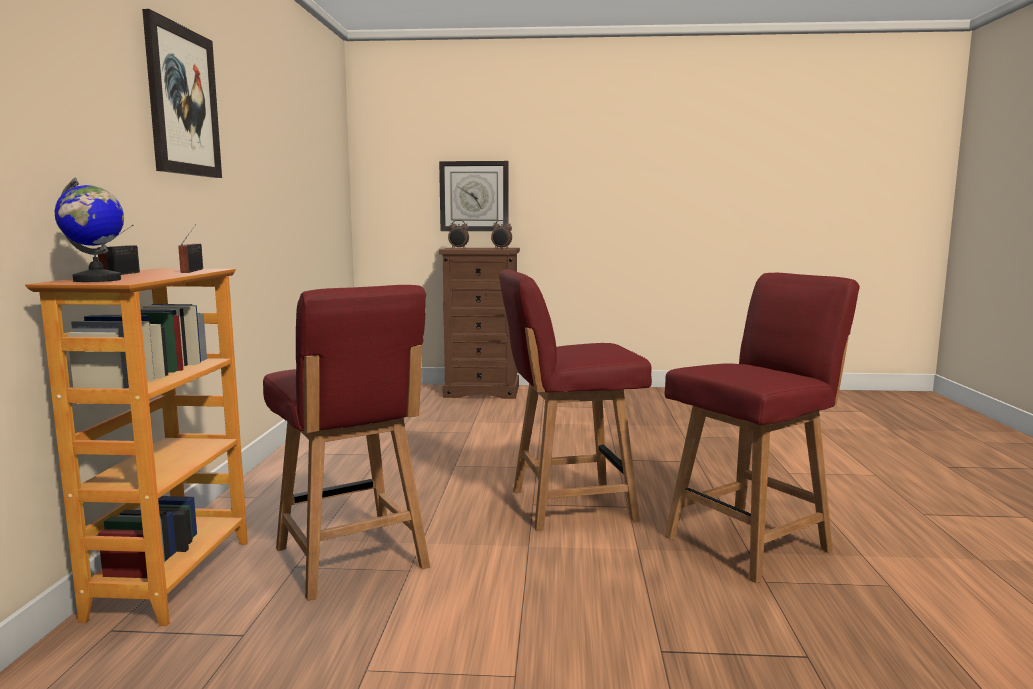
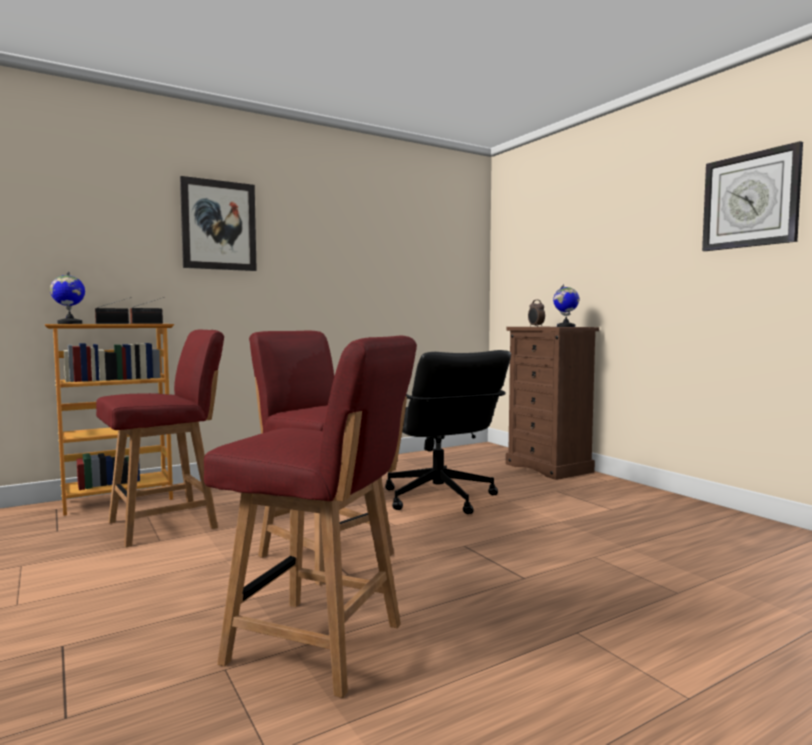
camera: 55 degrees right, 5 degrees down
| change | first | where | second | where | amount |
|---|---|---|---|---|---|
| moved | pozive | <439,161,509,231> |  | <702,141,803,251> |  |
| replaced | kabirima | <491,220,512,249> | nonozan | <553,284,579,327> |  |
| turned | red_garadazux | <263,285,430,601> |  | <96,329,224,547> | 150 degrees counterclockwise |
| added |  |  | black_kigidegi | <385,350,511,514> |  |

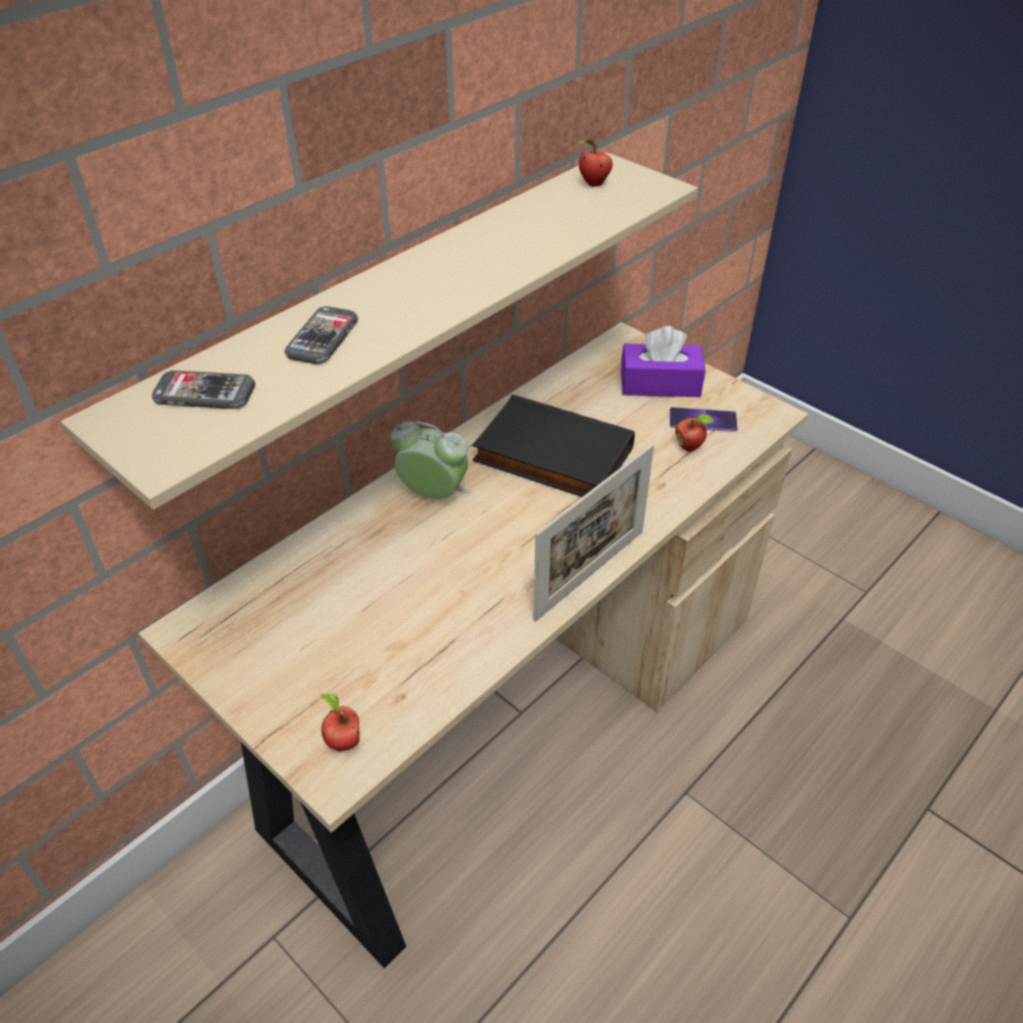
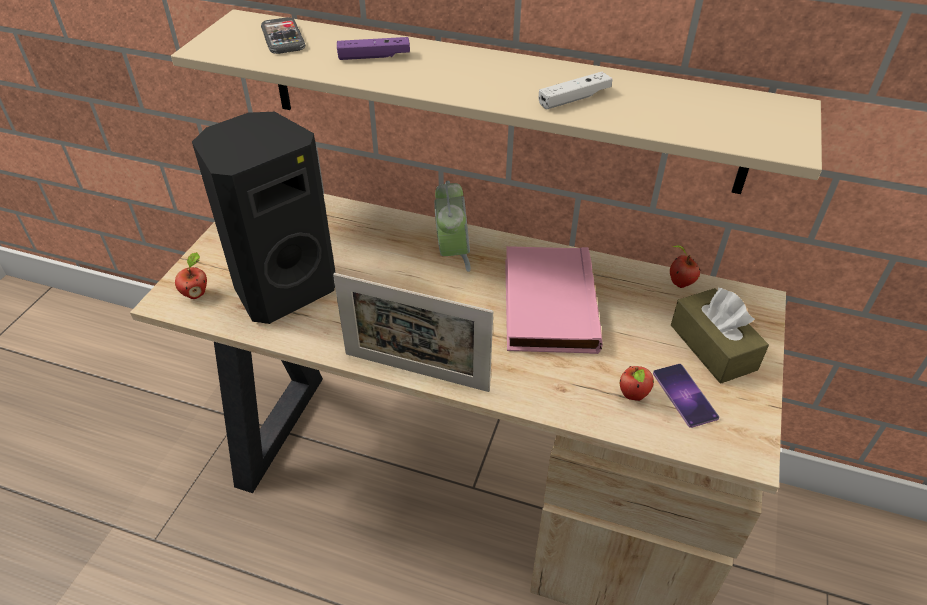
camera: 65 degrees right, 0 degrees up
| change | first | where | second | where | amount |
|---|---|---|---|---|---|
| moved | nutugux | <578,140,613,187> |  | <670,246,700,288> |  |
| replaced | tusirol | <284,306,358,364> | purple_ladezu | <337,37,410,60> |  |
| recoloured | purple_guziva | <621,326,706,397> | brown_guziva | <671,287,769,384> |  |
| recoloured | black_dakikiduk | <472,395,635,497> | pink_dakikiduk | <505,246,603,354> |  |
| added |  |  | white_ladezu | <539,72,612,109> |  |
| added |  |  | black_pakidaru | <192,112,336,324> |  |

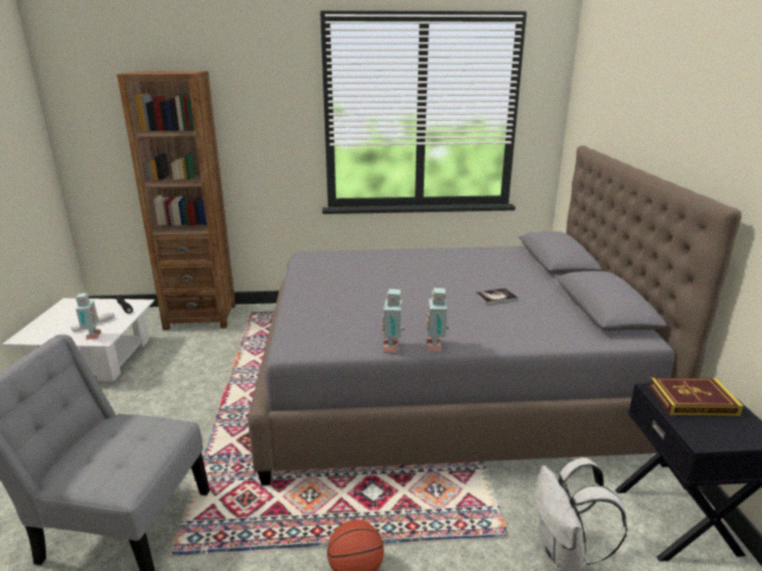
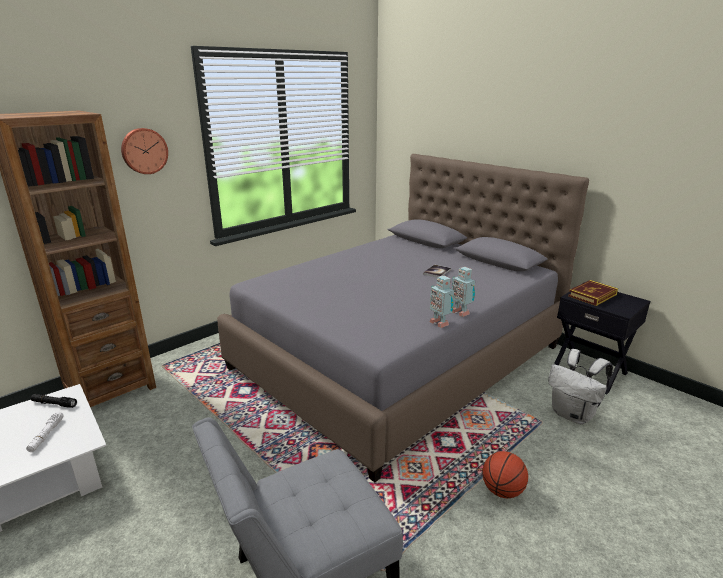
camera: 40 degrees left, 0 degrees up
| change | first | where | second | where | amount |
|---|---|---|---|---|---|
| removed | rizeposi | <76,293,101,340> |  |  |  |
| added |  |  | pozive | <121,128,168,174> |  |

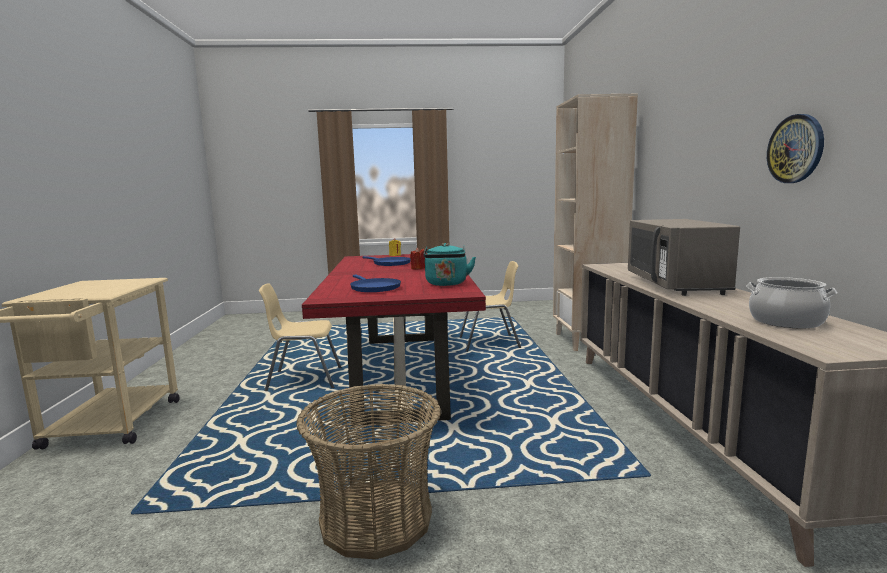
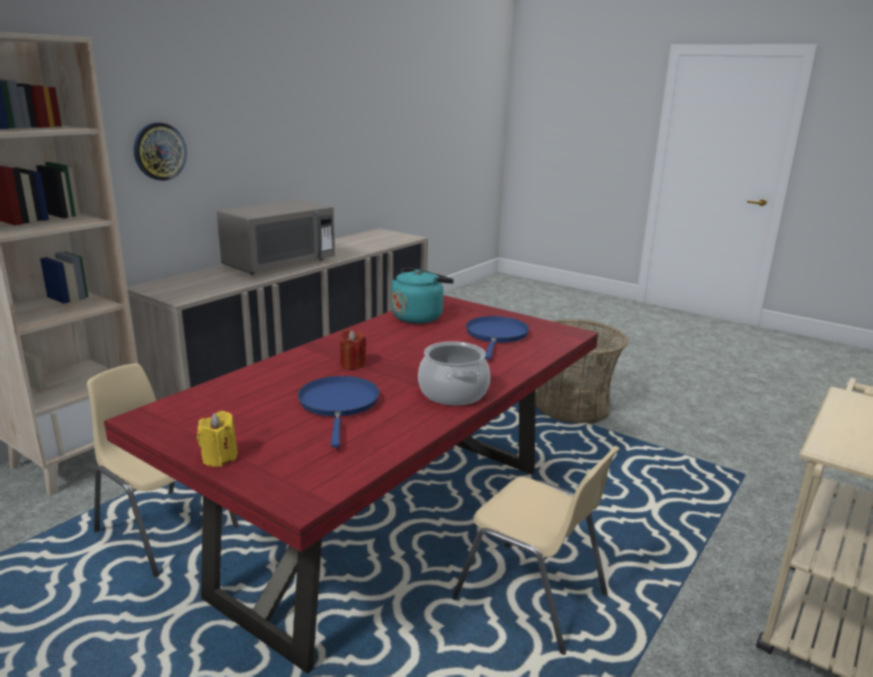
camera: 140 degrees left, 10 degrees up
| change | first | where | second | where | amount |
|---|---|---|---|---|---|
| moved | pozive | <767,114,824,183> |  | <134,122,187,181> |  |
| moved | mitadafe | <746,277,837,328> |  | <418,341,490,405> |  |

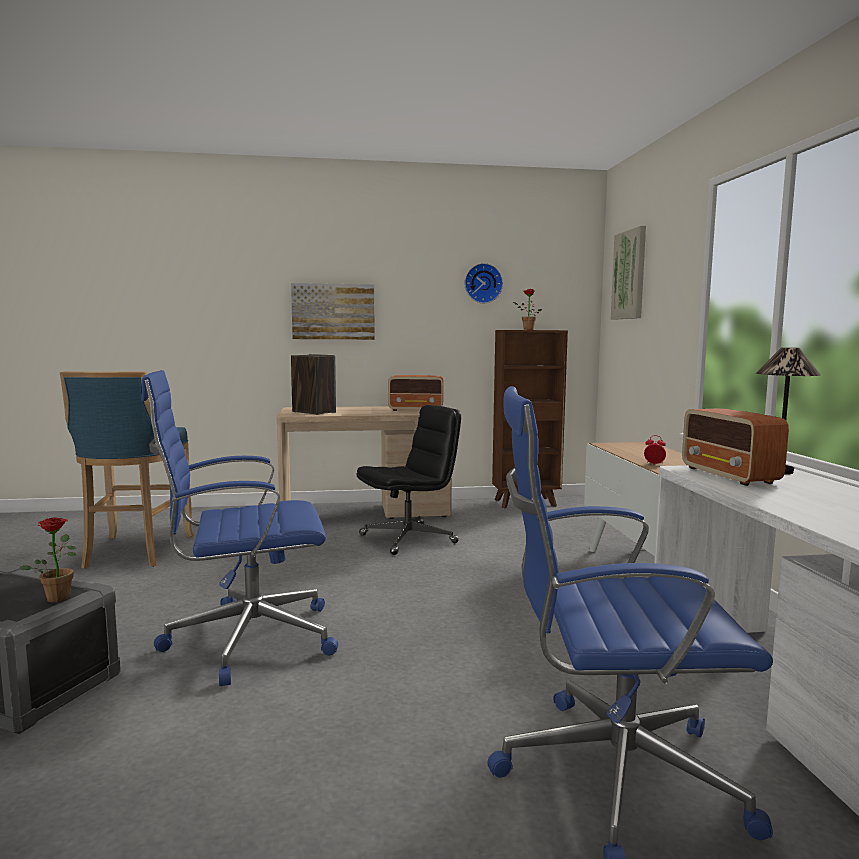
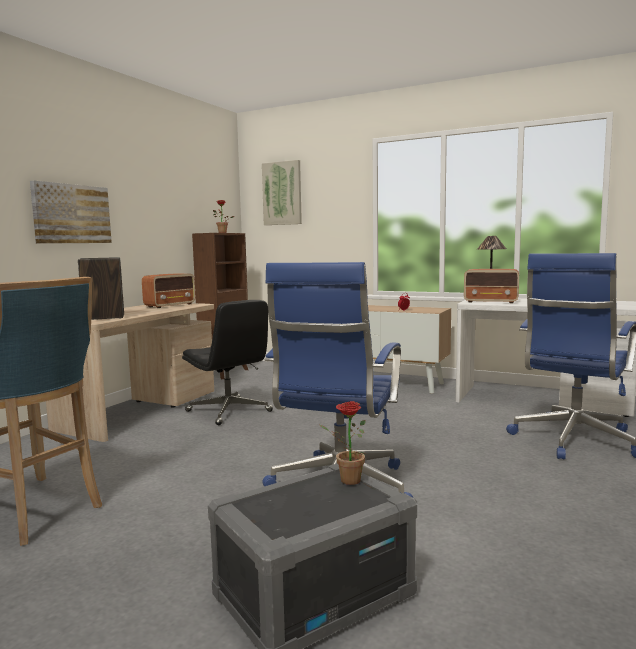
camera: 55 degrees left, 0 degrees up
| change | first | where | second | where | amount |
|---|---|---|---|---|---|
| removed | pozive | <464,263,503,303> |  |  |  |
| turned | black_kigidegi | <357,405,461,555> |  | <182,300,273,425> | 135 degrees clockwise |

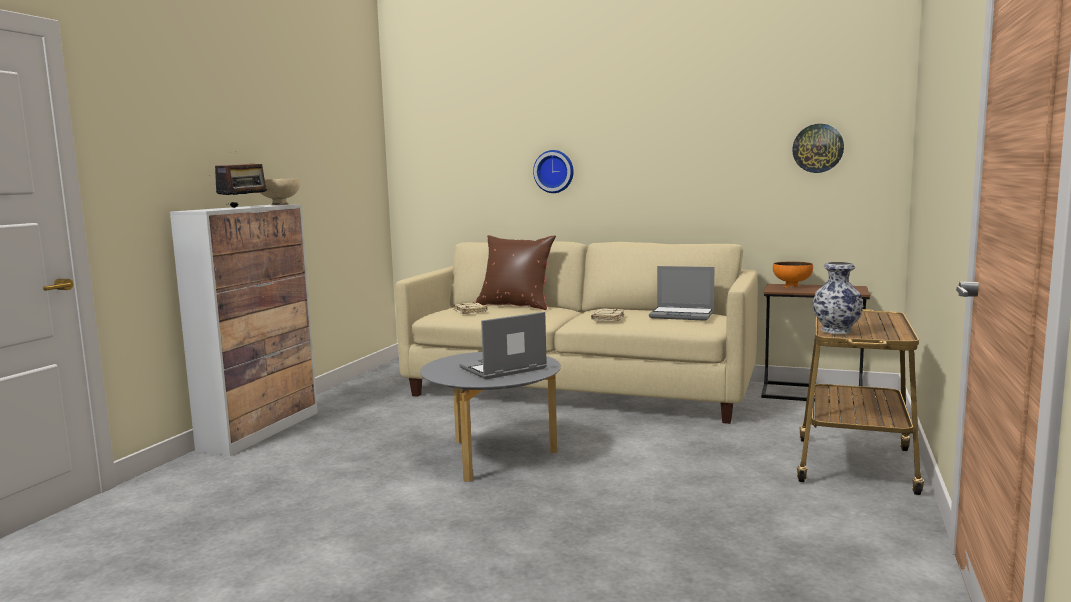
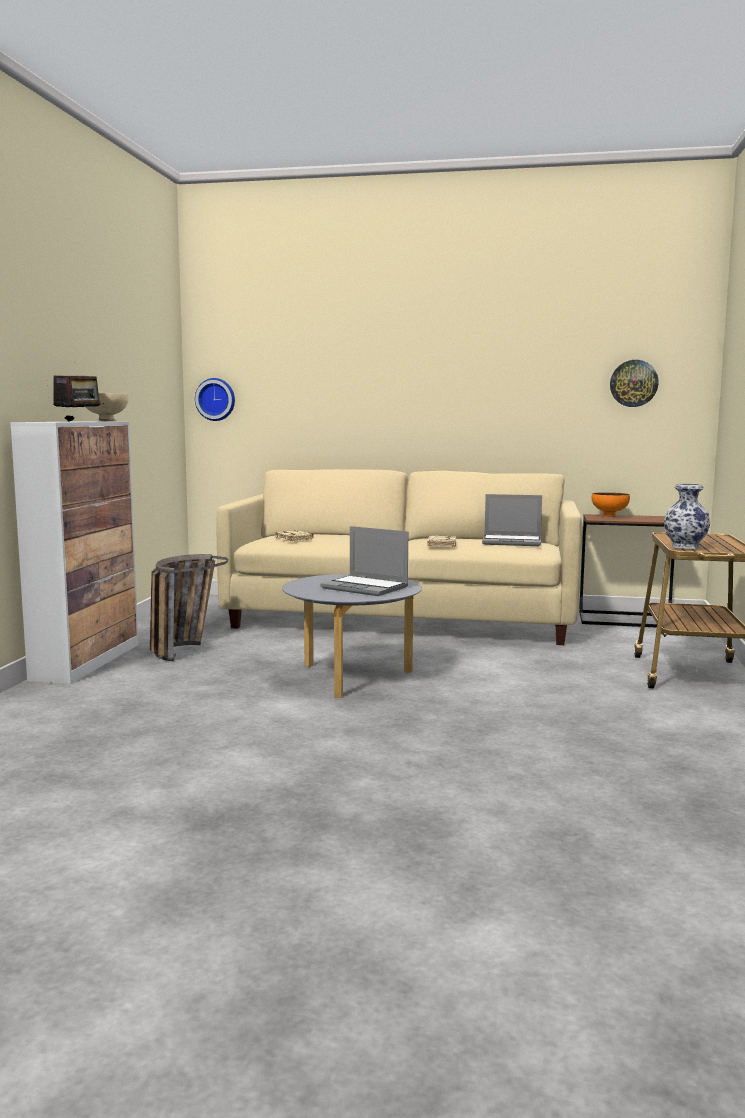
camera: 10 degrees left, 0 degrees up
| change | first | where | second | where | amount |
|---|---|---|---|---|---|
| moved | pozive | <533,150,574,193> |  | <195,378,235,421> |  |
| removed | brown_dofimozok | <475,235,556,310> |  |  |  |
| turned | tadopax | <460,312,547,379> |  | <320,526,408,596> | 105 degrees counterclockwise |
| added |  |  | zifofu | <150,554,228,661> |  |

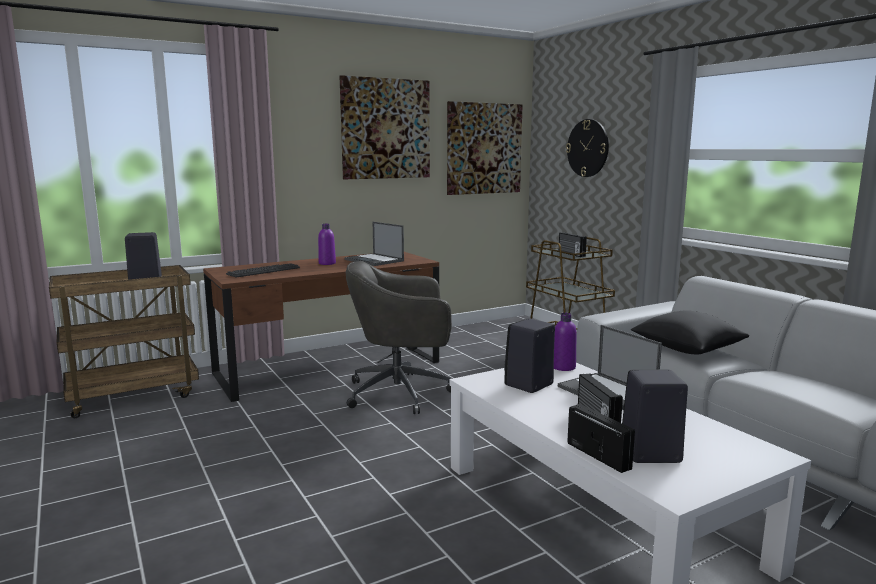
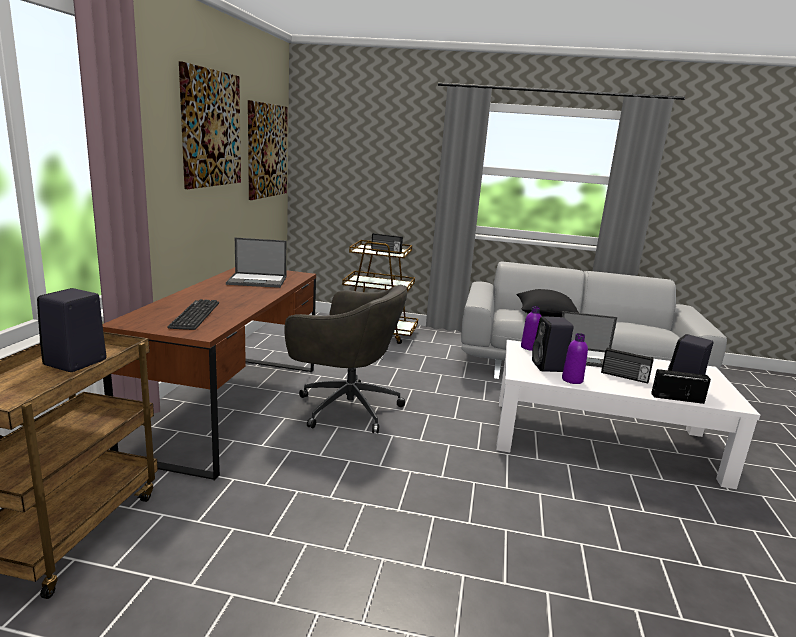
camera: 50 degrees left, 5 degrees up
| change | first | where | second | where | amount |
|---|---|---|---|---|---|
| removed | pozive | <566,119,609,177> |  |  |  |
| moved | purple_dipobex | <318,224,336,265> |  | <562,333,588,384> |  |
| turned | grey_kigidegi | <346,261,452,414> |  | <284,285,407,433> | 105 degrees counterclockwise |

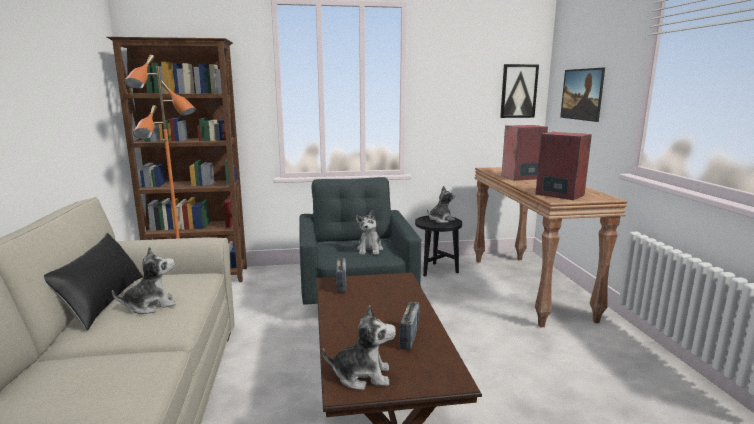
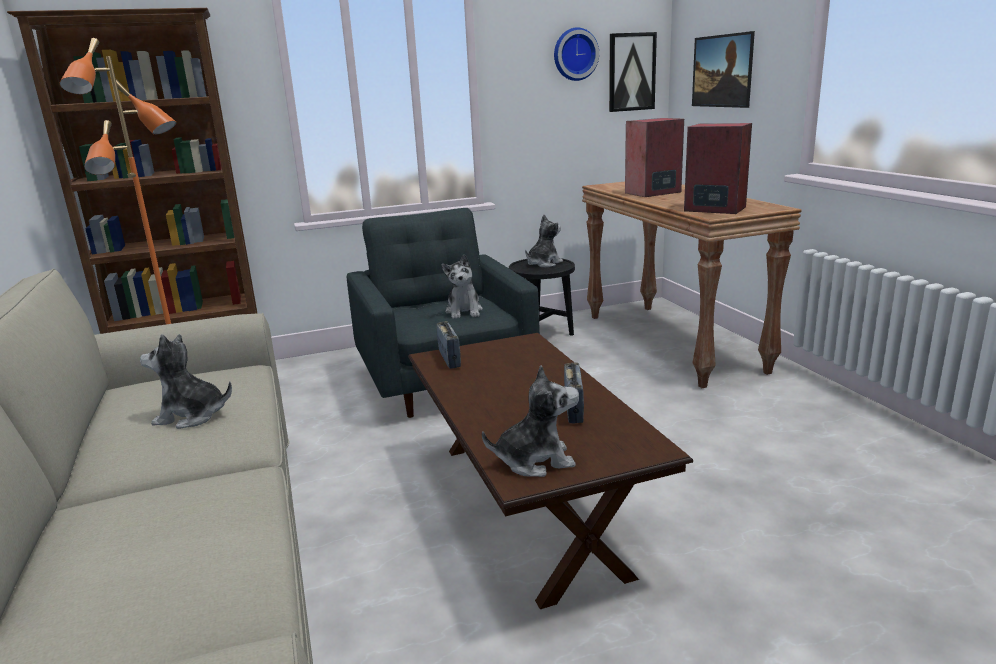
camera: 10 degrees left, 5 degrees up
| change | first | where | second | where | amount |
|---|---|---|---|---|---|
| removed | black_dofimozok | <44,233,143,330> |  |  |  |
| turned | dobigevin | <112,246,176,314> |  | <140,334,232,429> | 135 degrees counterclockwise |
| added |  |  | pozive | <554,27,599,81> |  |

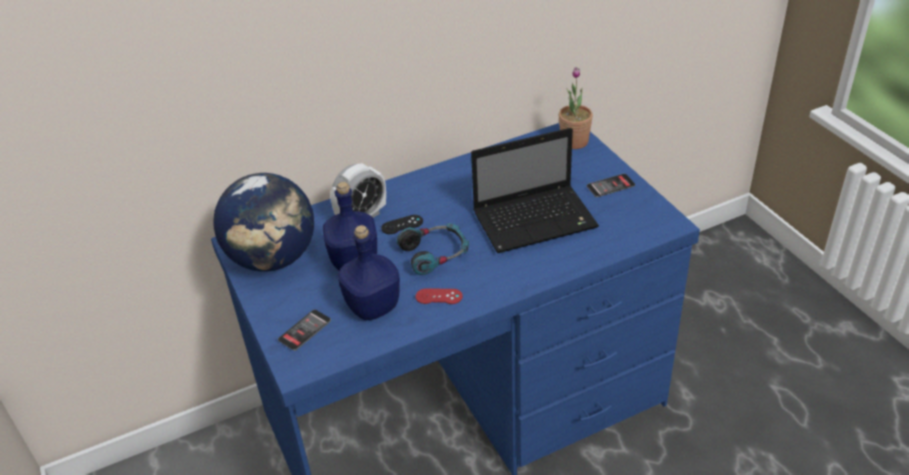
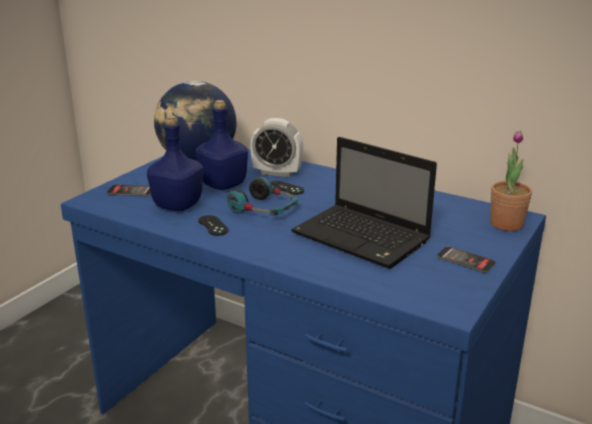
camera: 55 degrees right, 15 degrees down
| change | first | where | second | where | amount |
|---|---|---|---|---|---|
| recoloured | red_ladezu | <416,288,463,304> | black_ladezu | <198,215,229,236> |  |

